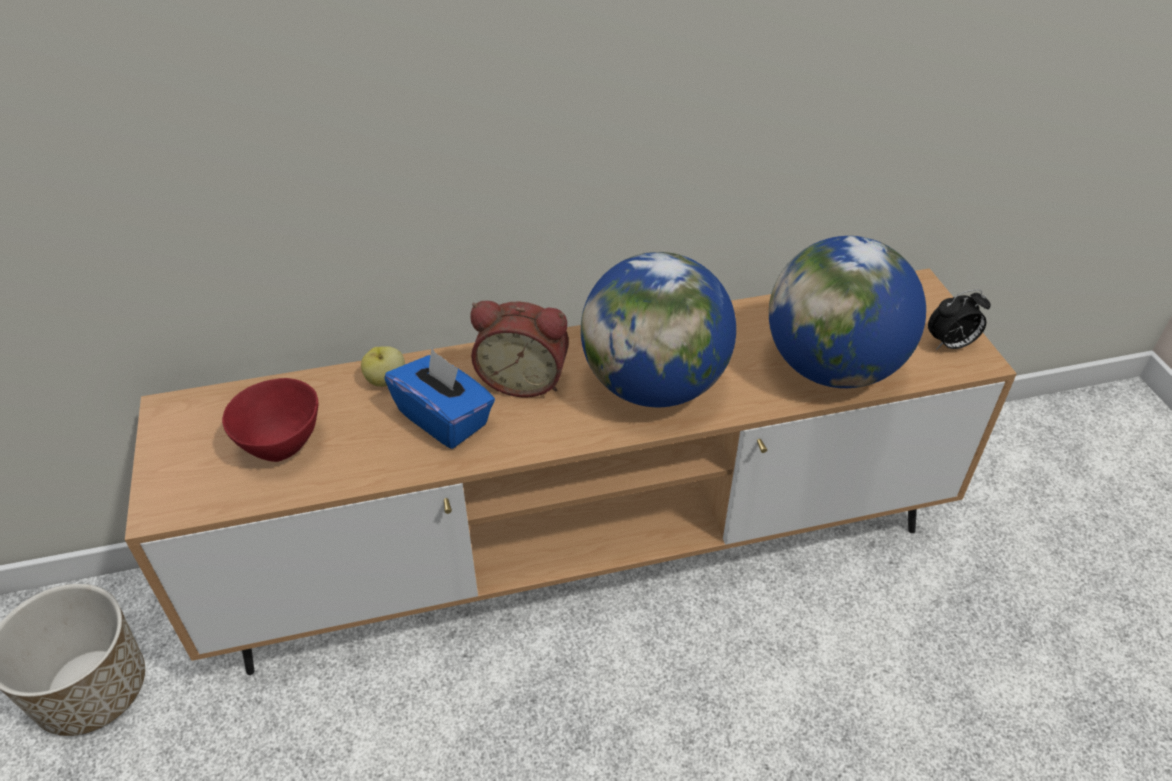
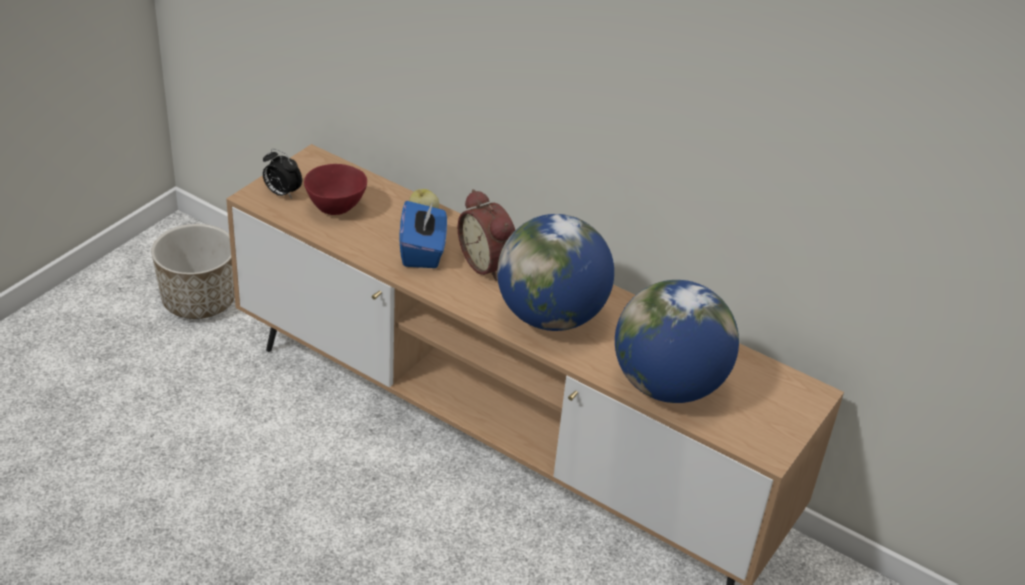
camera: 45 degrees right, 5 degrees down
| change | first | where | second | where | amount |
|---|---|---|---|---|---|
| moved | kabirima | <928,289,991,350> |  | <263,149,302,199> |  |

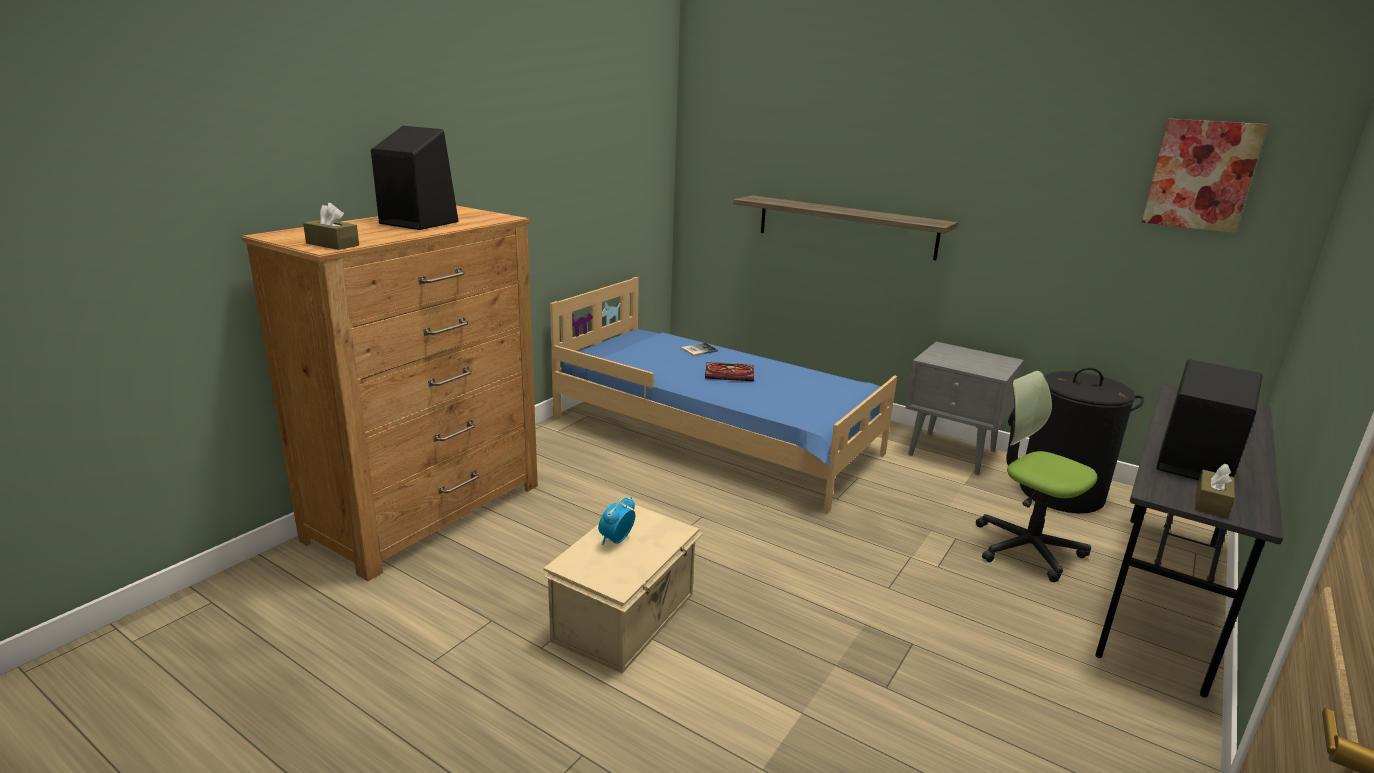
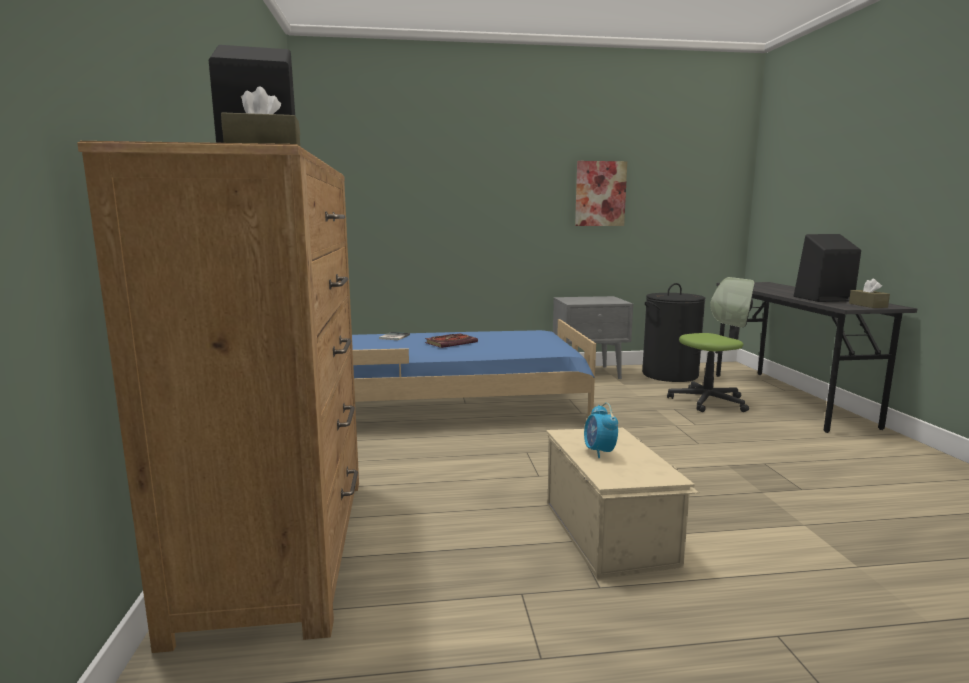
camera: 40 degrees left, 10 degrees down
| change | first | where | second | where | amount |
|---|---|---|---|---|---|
| moved | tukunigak | <1142,119,1268,233> |  | <575,161,627,226> |  |
| removed | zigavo | <733,195,958,260> |  |  |  |
| turned | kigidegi | <976,370,1097,582> |  | <667,277,755,412> | 150 degrees clockwise |

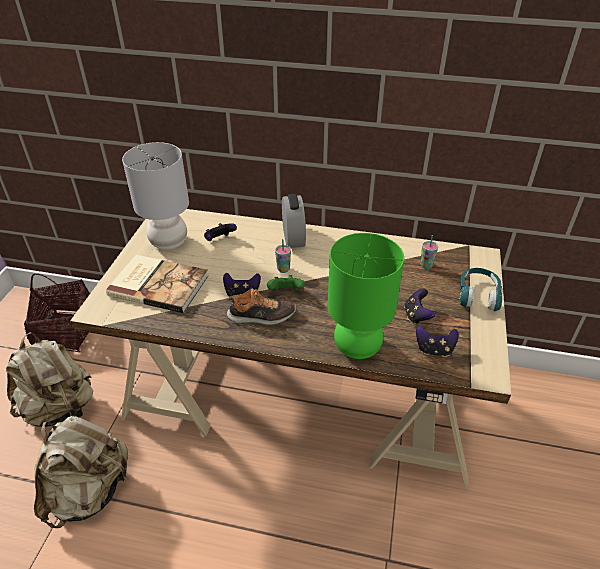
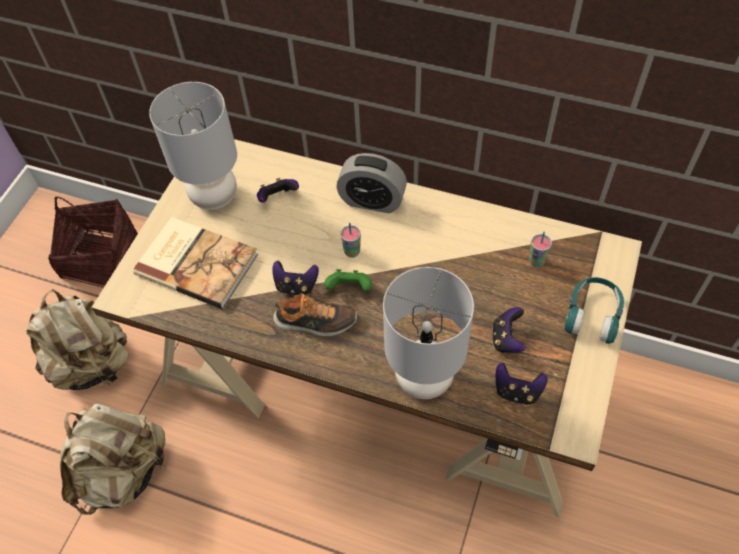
camera: 10 degrees right, 15 degrees up
| change | first | where | second | where | amount |
|---|---|---|---|---|---|
| turned | kabirima | <282,194,306,248> |  | <337,153,407,213> | 105 degrees clockwise |
| recoloured | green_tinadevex | <328,233,404,359> | grey_tinadevex | <383,267,474,399> |  |

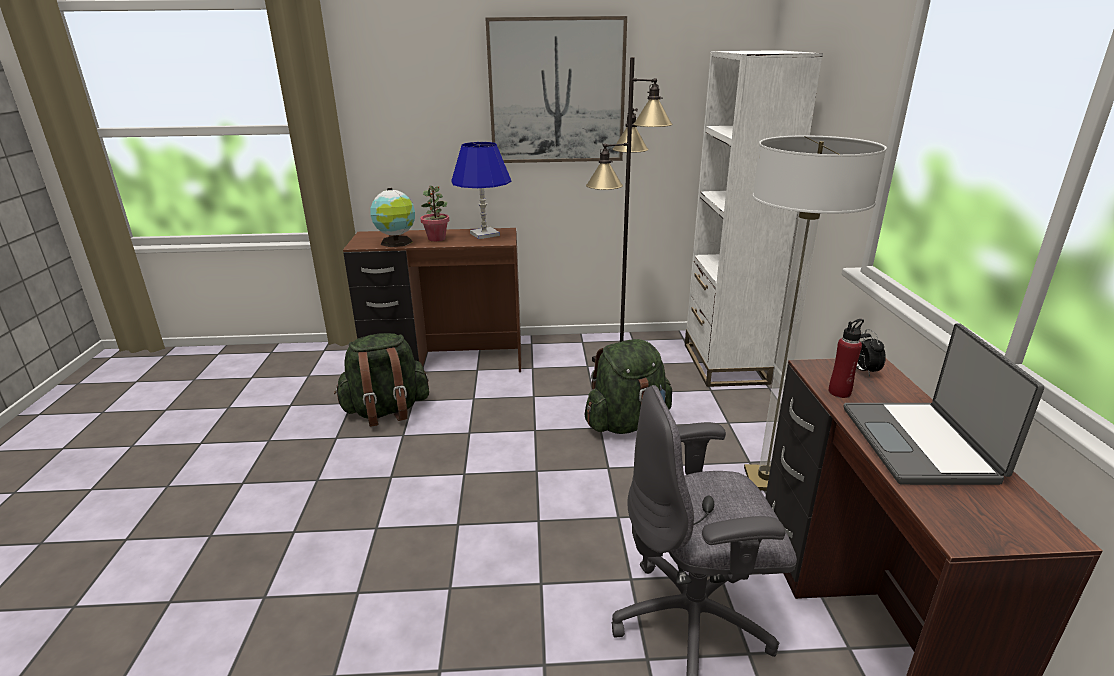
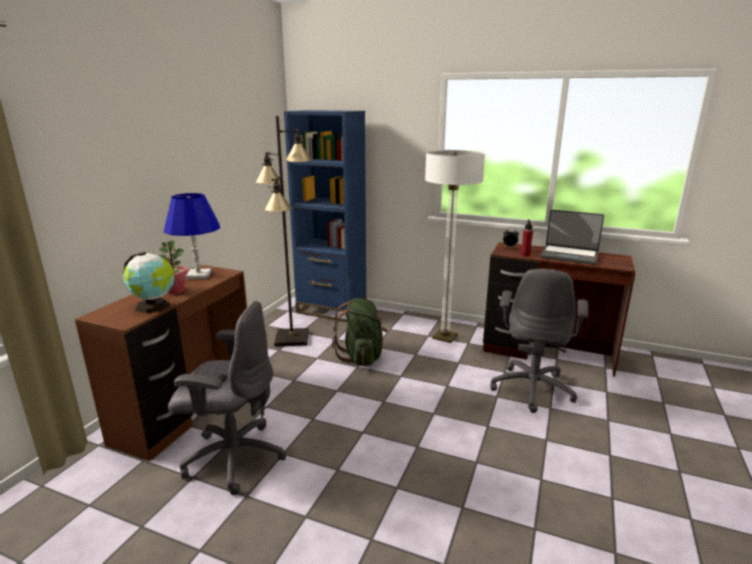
camera: 65 degrees left, 5 degrees down
| change | first | where | second | where | amount |
|---|---|---|---|---|---|
| removed | tukunigak | <485,16,627,163> |  |  |  |
| recoloured | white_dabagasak | <685,50,823,387> | blue_dabagasak | <284,110,367,322> |  |
| replaced | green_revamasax | <334,333,429,427> | grey_kigidegi | <168,301,287,495> |  |

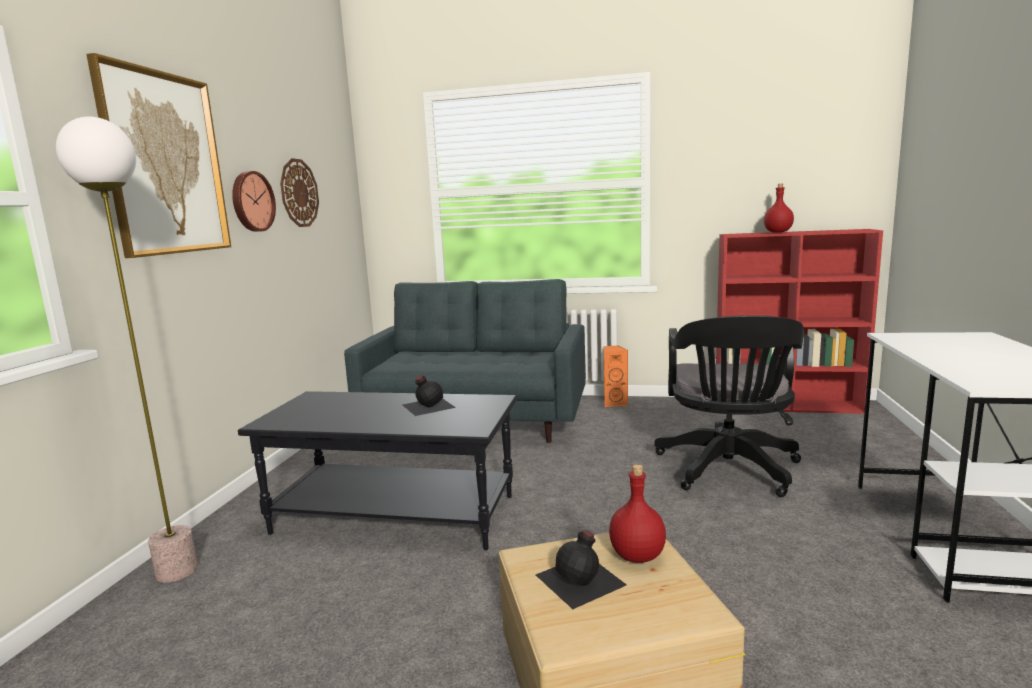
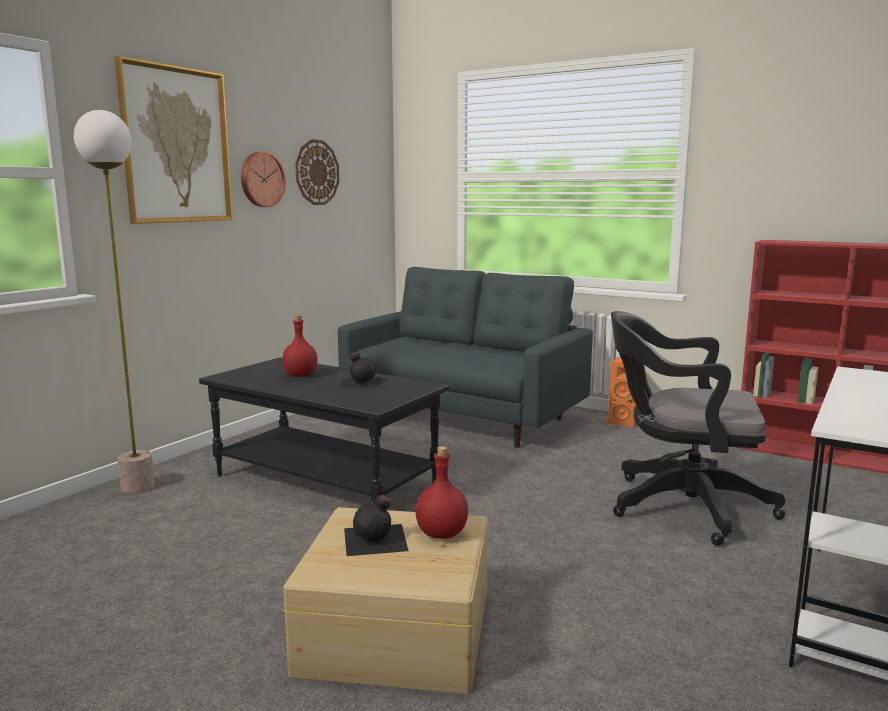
camera: 20 degrees right, 0 degrees up
| change | first | where | second | where | amount |
|---|---|---|---|---|---|
| moved | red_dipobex | <764,184,794,233> |  | <282,315,318,377> |  |
| turned | black_kigidegi | <654,315,804,497> |  | <611,311,785,546> | 75 degrees clockwise |

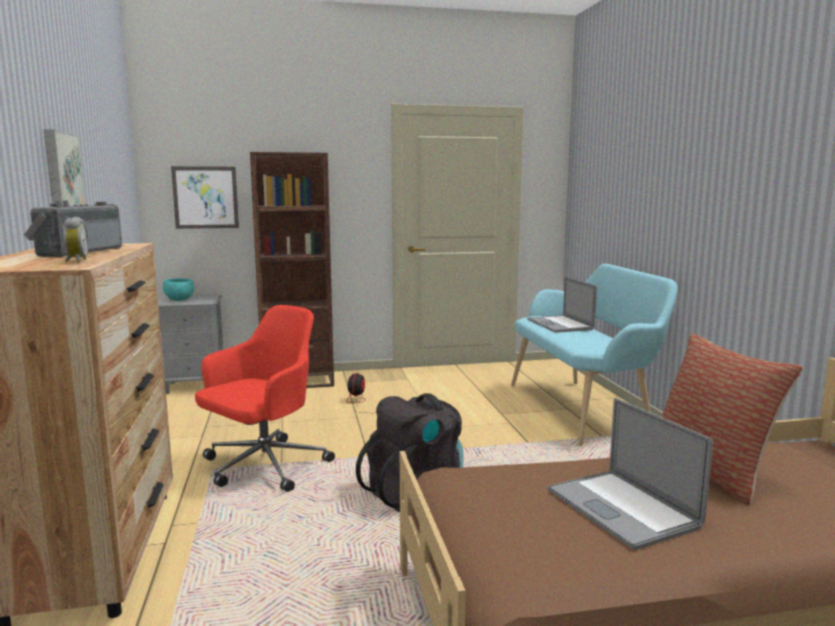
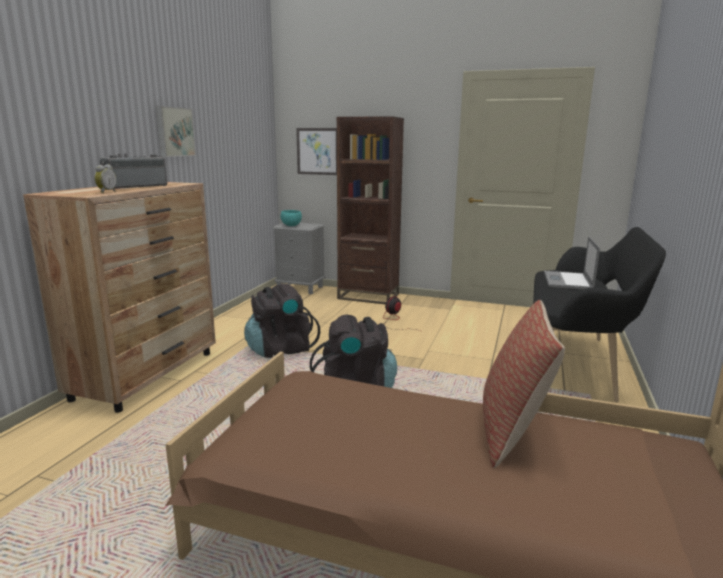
camera: 30 degrees right, 5 degrees up
| change | first | where | second | where | amount |
|---|---|---|---|---|---|
| recoloured | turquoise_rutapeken | <511,264,678,446> | black_rutapeken | <533,227,666,402> |  |
| replaced | red_kigidegi | <195,305,335,492> | black_revamasax | <244,283,320,358> |  |
| removed | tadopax | <547,398,713,550> |  |  |  |

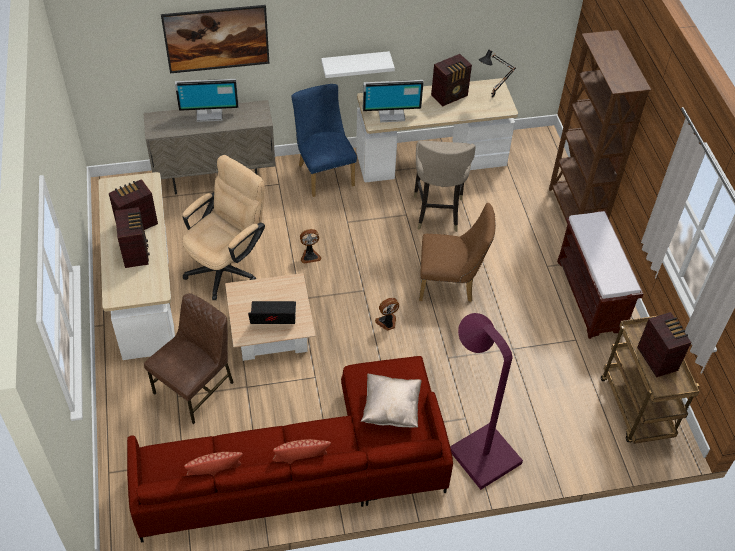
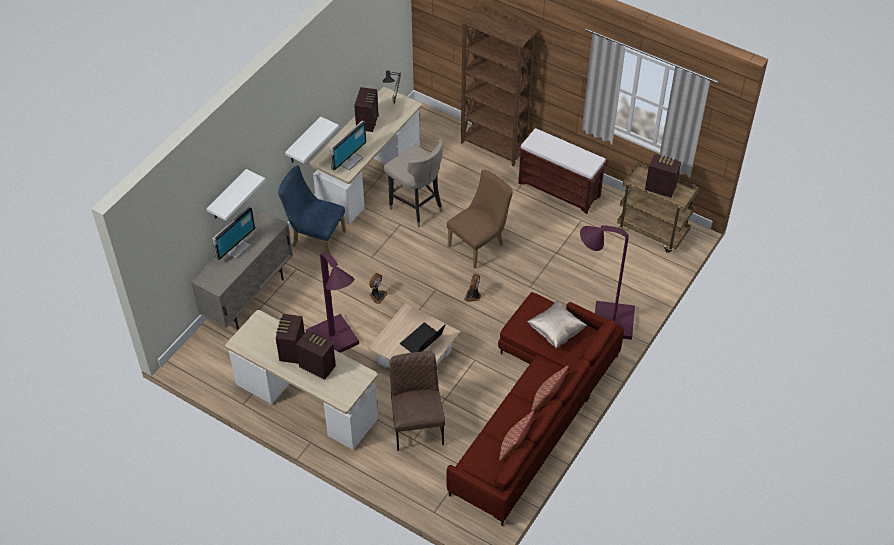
camera: 45 degrees left, 0 degrees up
| change | first | where | second | where | amount |
|---|---|---|---|---|---|
| replaced | tukunigak | <161,5,269,73> | white_zigavo | <206,169,266,221> |  |
| replaced | beige_kigidegi | <183,155,265,300> | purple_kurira | <306,251,359,353> |  |

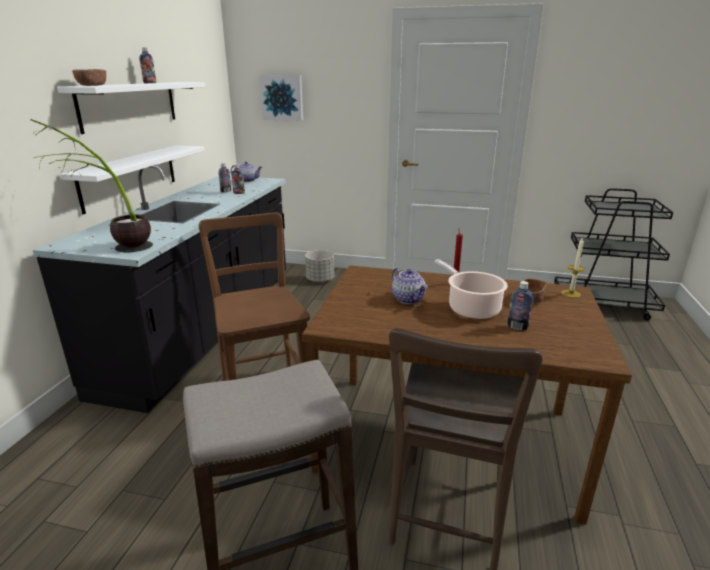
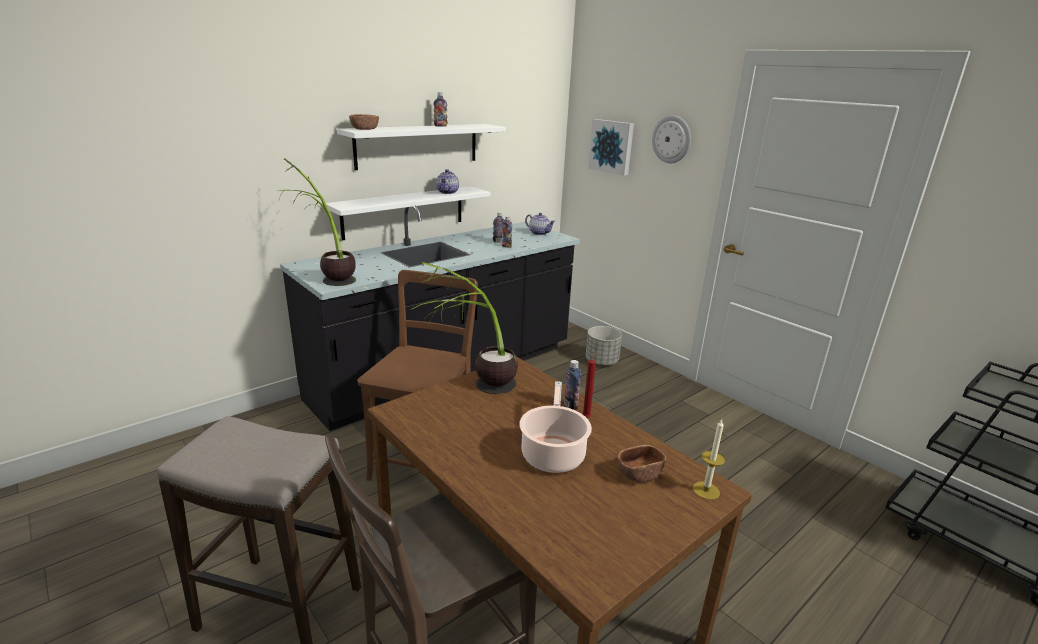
camera: 35 degrees right, 0 degrees up
| change | first | where | second | where | amount |
|---|---|---|---|---|---|
| moved | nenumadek | <392,268,428,304> |  | <436,169,459,194> |  |
| moved | dipobex | <507,281,533,330> |  | <564,360,581,410> |  |
| added |  |  | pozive | <652,115,691,163> |  |
| added |  |  | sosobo | <411,262,518,394> |  |

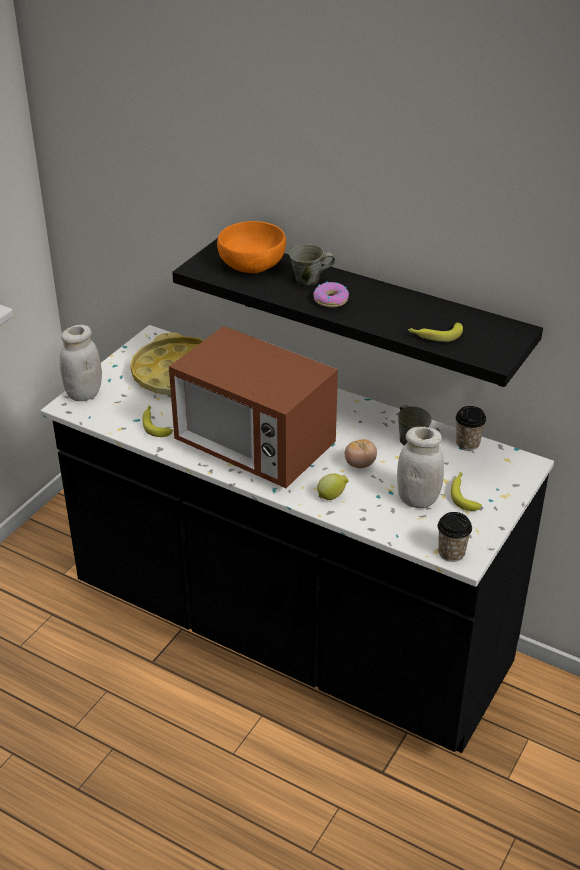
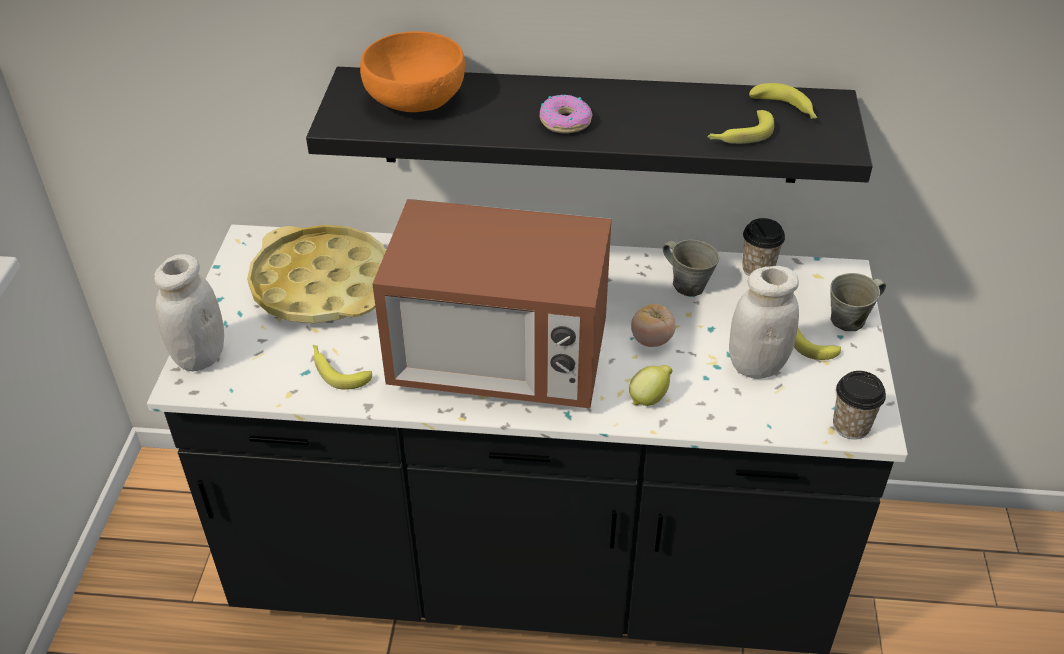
camera: 25 degrees left, 5 degrees up
| change | first | where | second | where | amount |
|---|---|---|---|---|---|
| moved | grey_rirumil | <289,244,335,286> |  | <830,273,886,331> |  |
| added |  |  | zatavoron | <749,83,817,119> |  |

